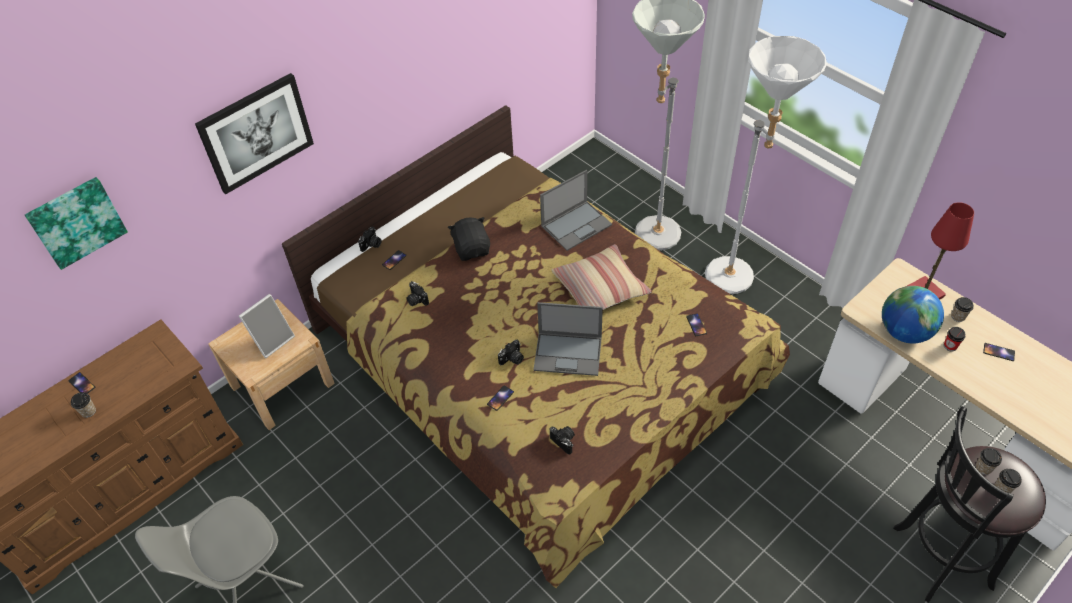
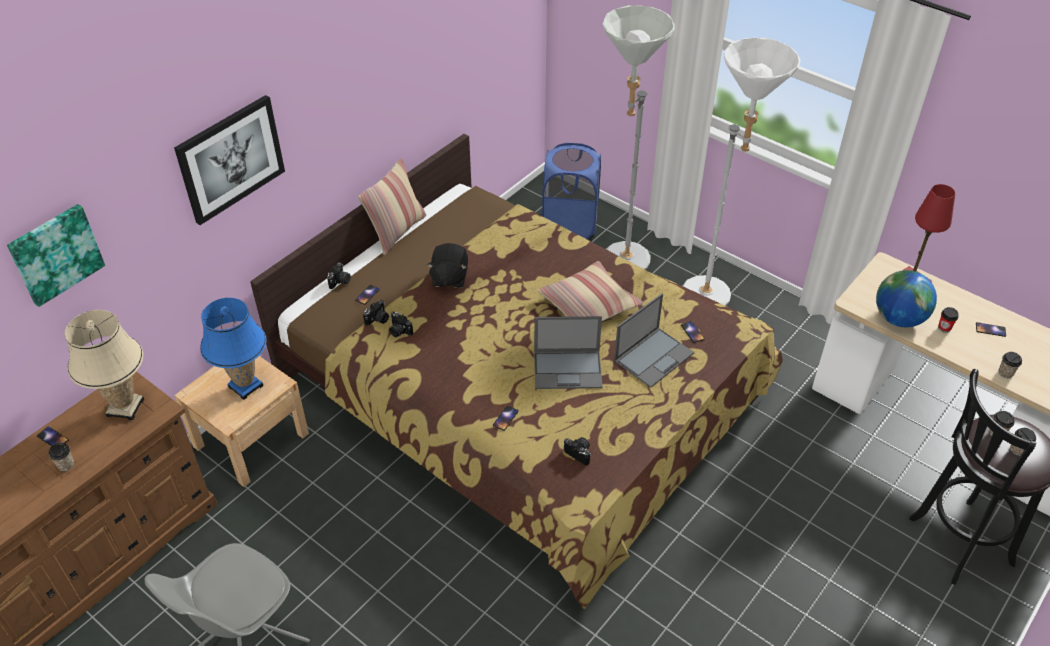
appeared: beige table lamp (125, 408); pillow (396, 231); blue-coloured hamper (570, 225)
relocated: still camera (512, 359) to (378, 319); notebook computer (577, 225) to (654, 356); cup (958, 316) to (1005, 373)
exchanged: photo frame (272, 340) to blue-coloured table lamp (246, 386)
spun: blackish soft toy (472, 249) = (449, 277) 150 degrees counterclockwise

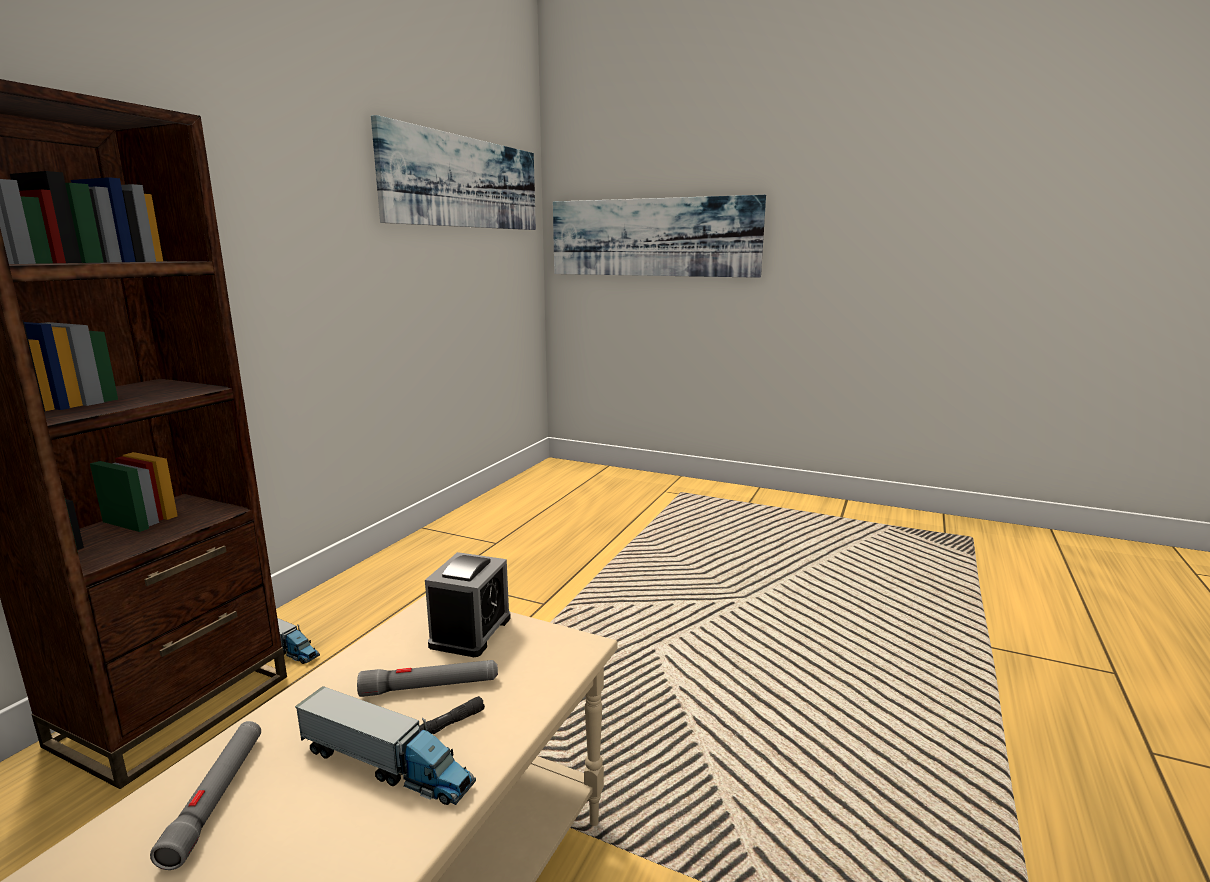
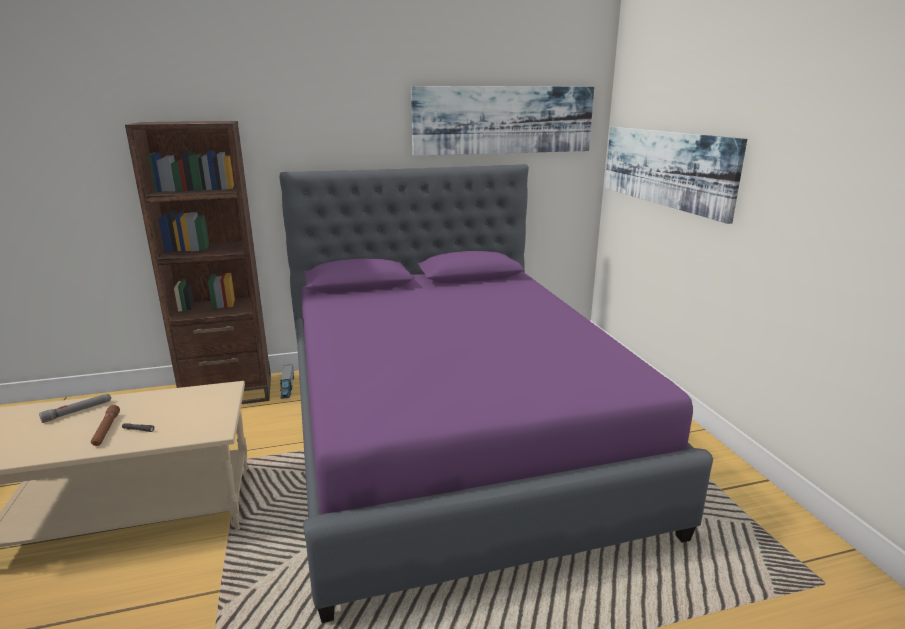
missing: gray torch (430, 686); table clock (470, 631)
appeared: purplish sleeping bed (453, 437)
exchanged: toy lorry (386, 766) to brownish torch (106, 430)

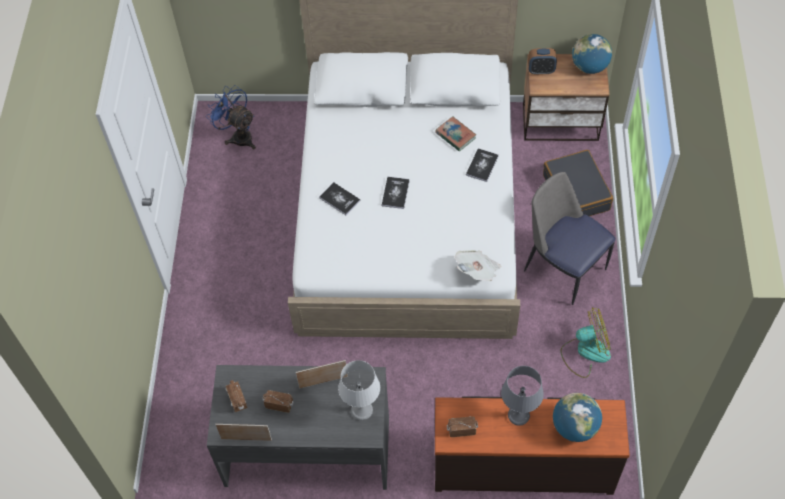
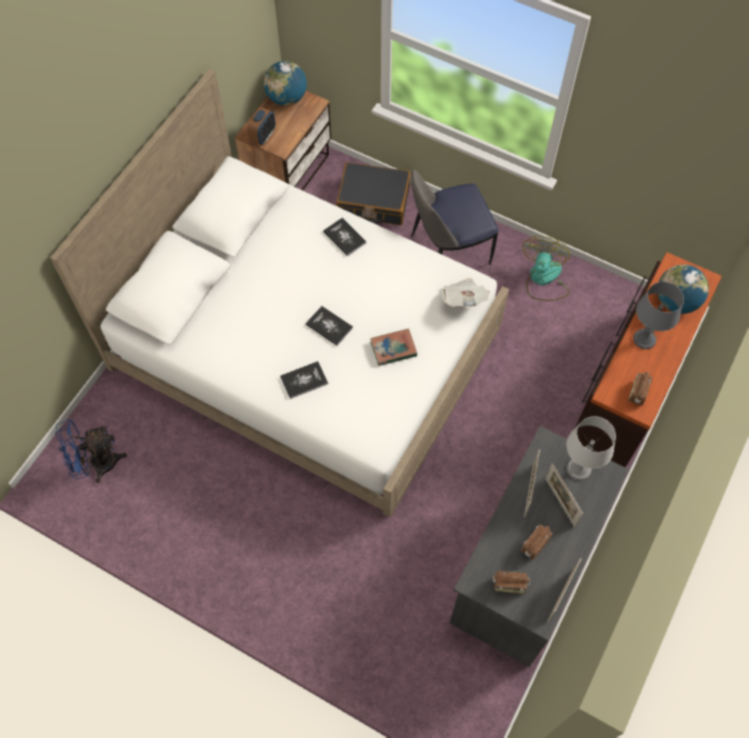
appeared: photo frame (560, 502)
relocated: bound book (455, 135) to (393, 349)

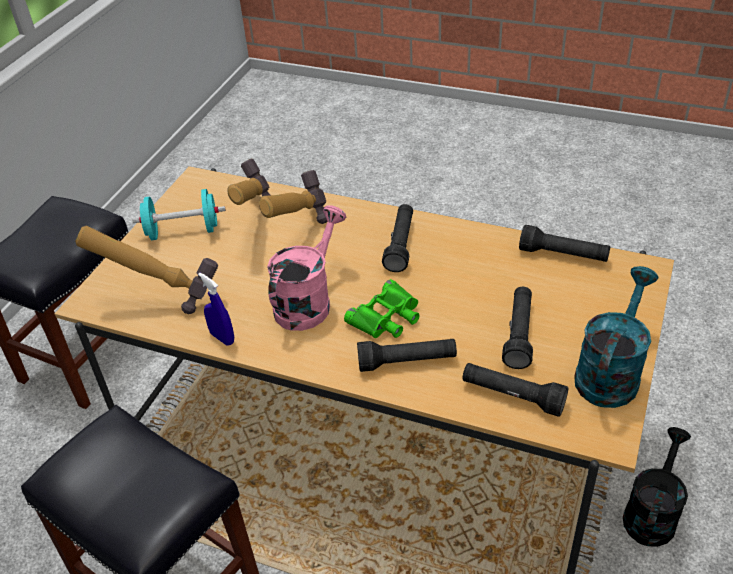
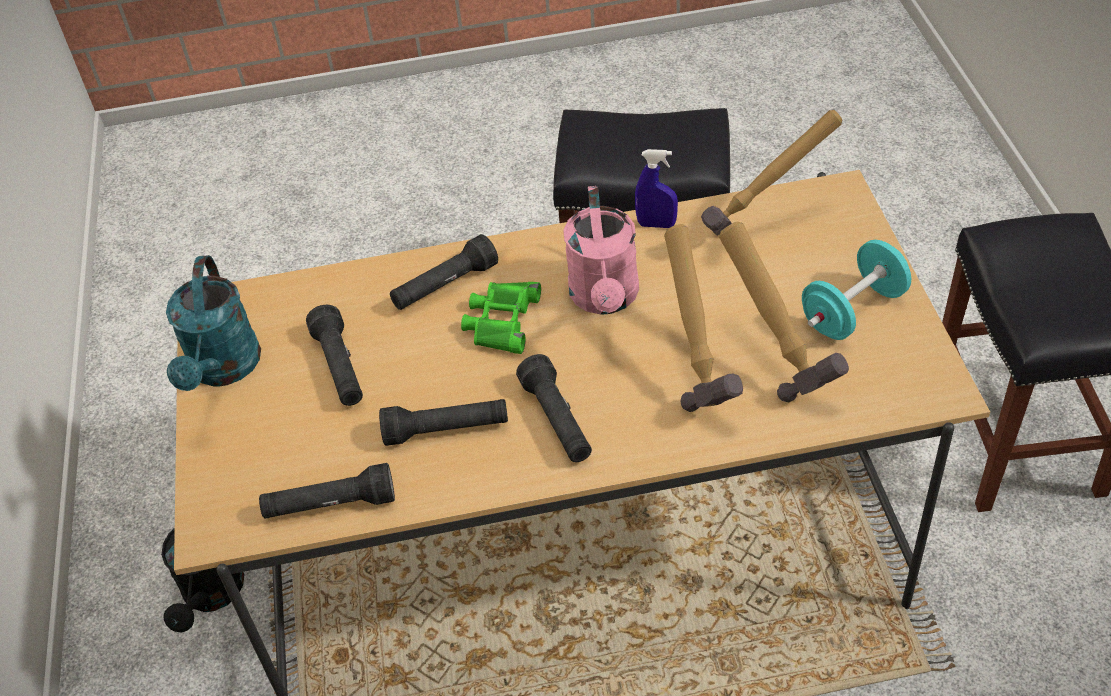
relocated: blackish torch (512, 396) to (447, 430)

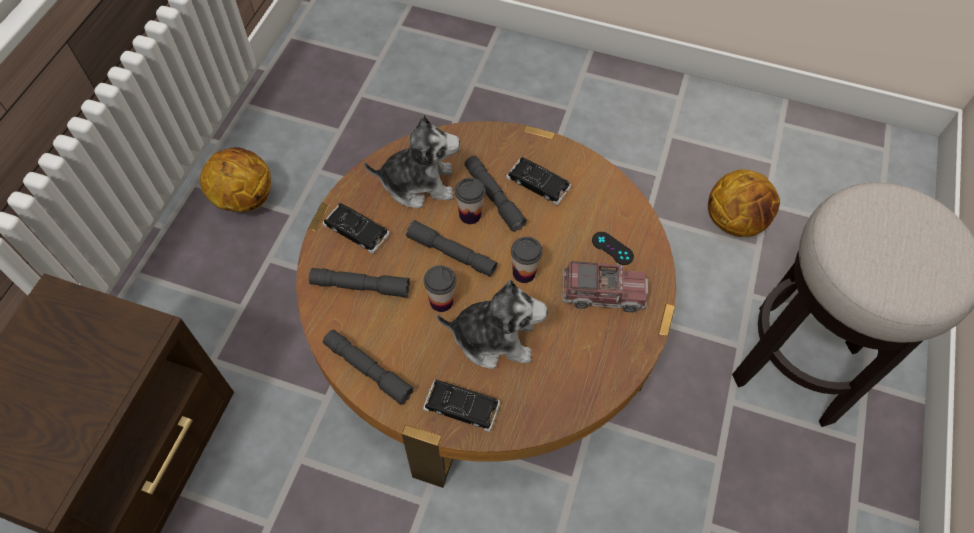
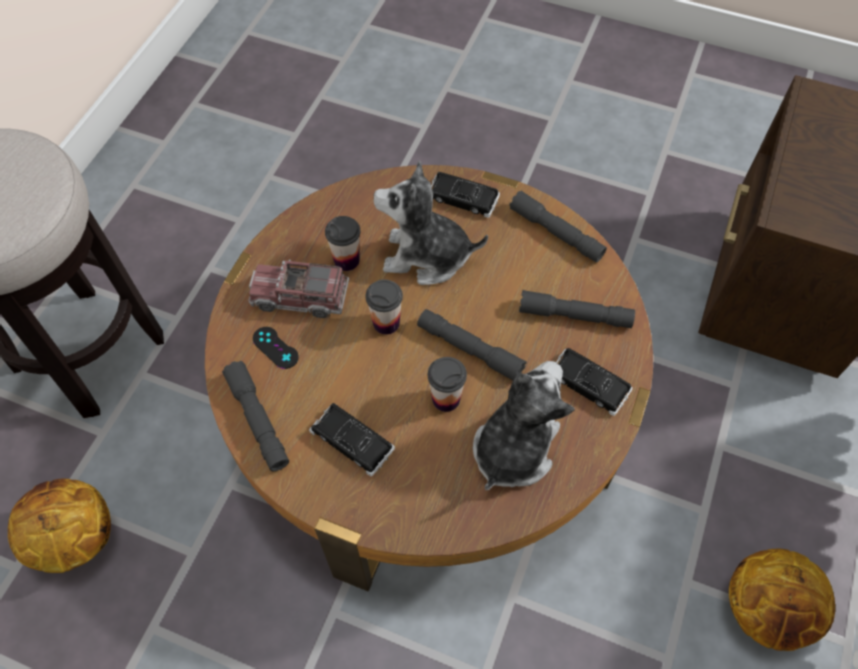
relocated: cup (441, 301) to (346, 260); gray torch (494, 197) to (258, 420)
spun: soft toy (418, 183) = (513, 448) 120 degrees clockwise

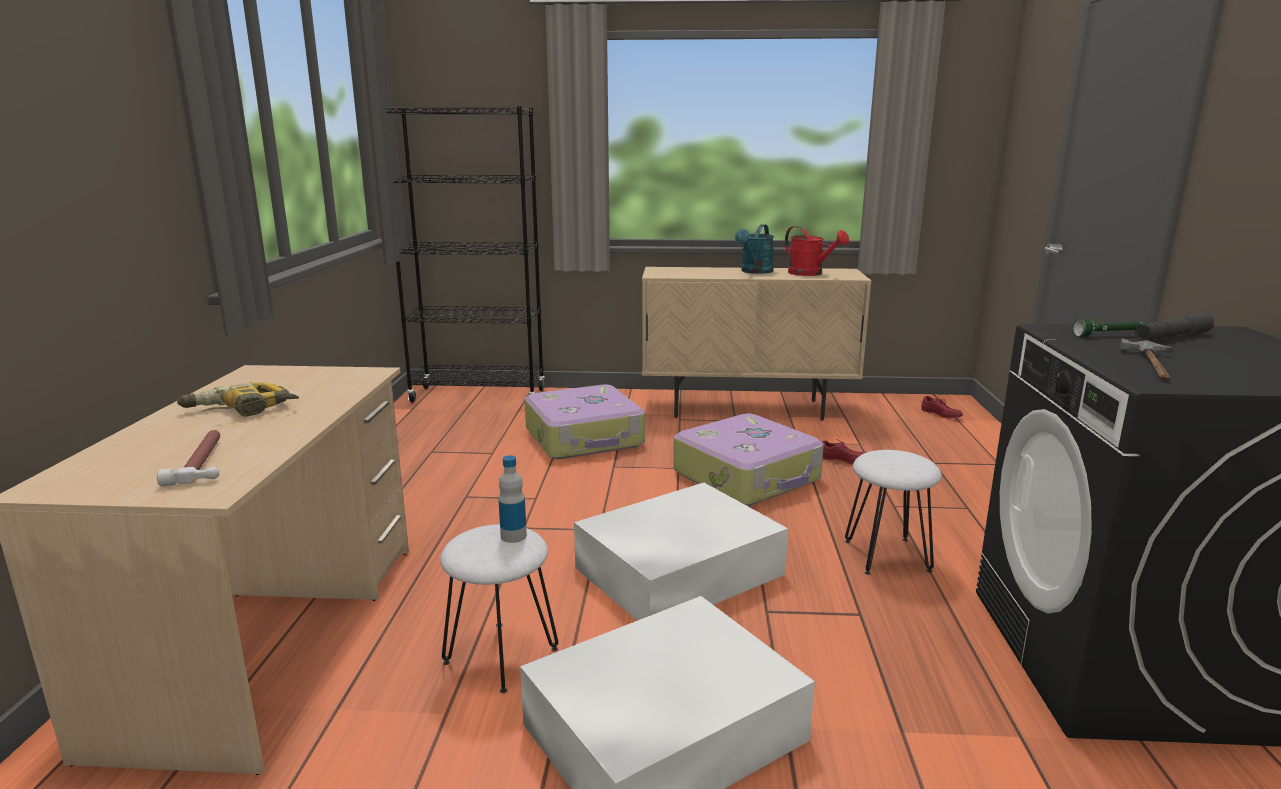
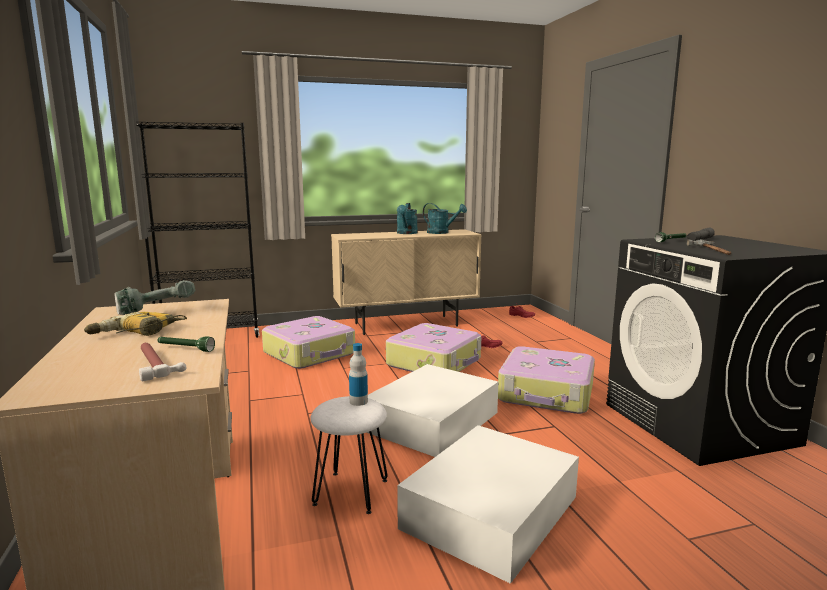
appeared: drill (157, 311); greenish torch (185, 349)
exchanged: white stool seat (888, 556) to travel case (547, 393)
colour: red sprinkling can (810, 274) to turquoise sprinkling can (442, 232)

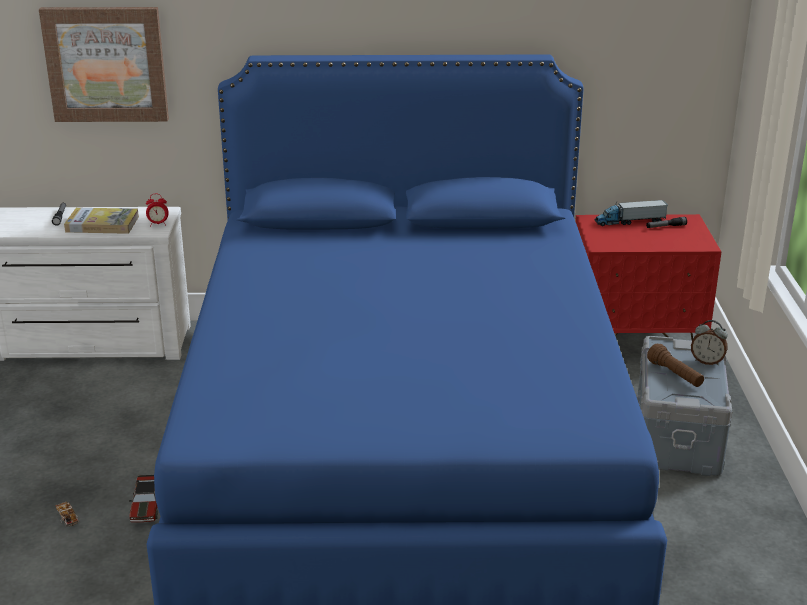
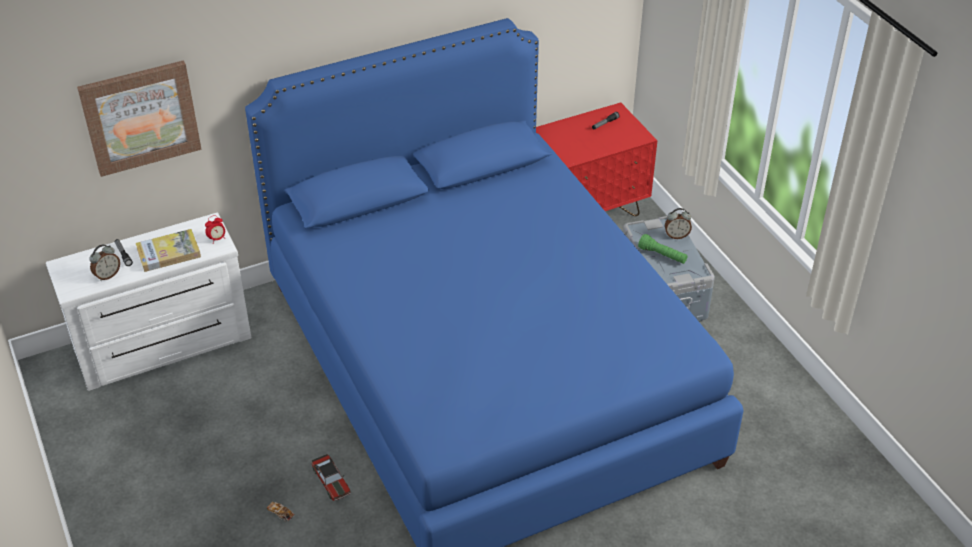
missing: toy lorry (630, 222)
appeared: table clock (107, 275)
colour: brownish torch (675, 375) to greenish torch (662, 255)

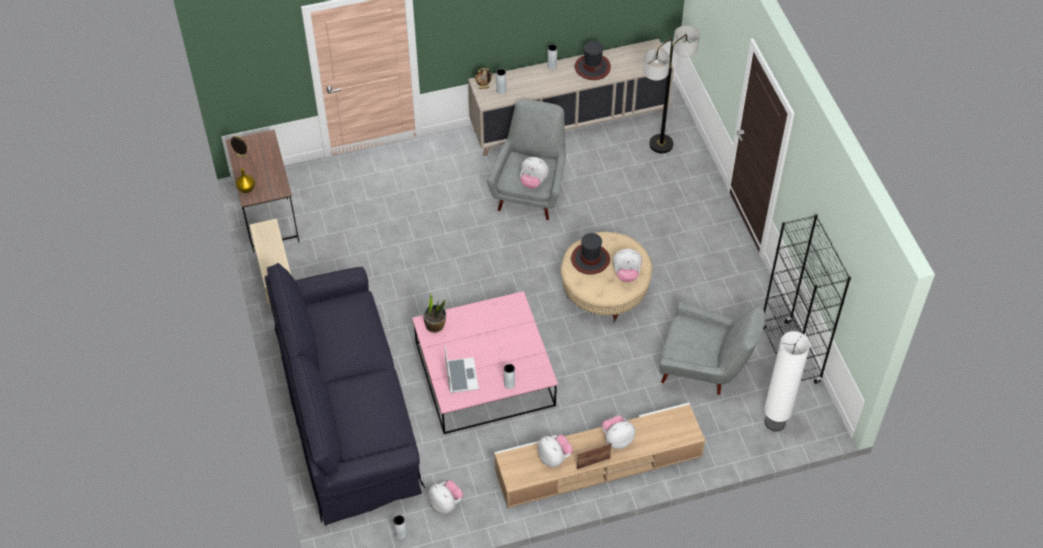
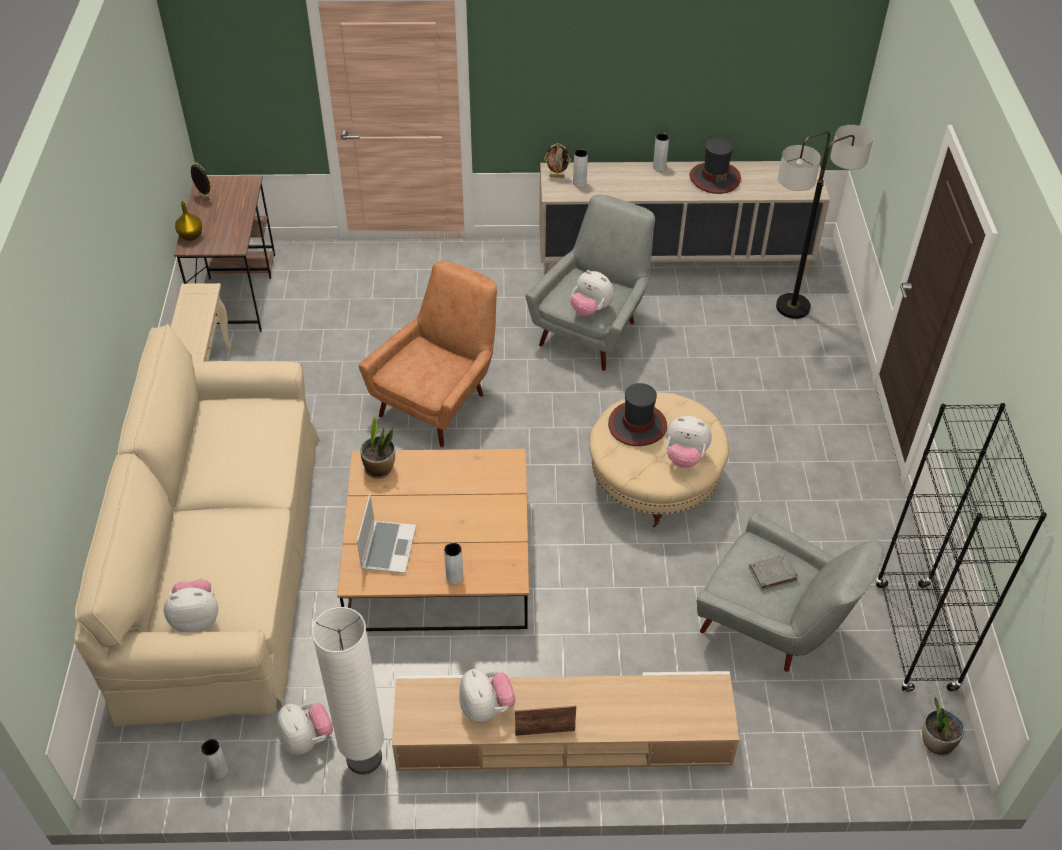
appeared: brownish easy chair (439, 399); gray bound book (772, 574); houseplant (936, 743)
relocated: soft toy (617, 439) to (196, 618); white standard lamp (775, 422) to (364, 758)
colour: blackish couch (347, 410) to beige couch (225, 563); pinkish coffee table (484, 373) to brownish coffee table (439, 557)

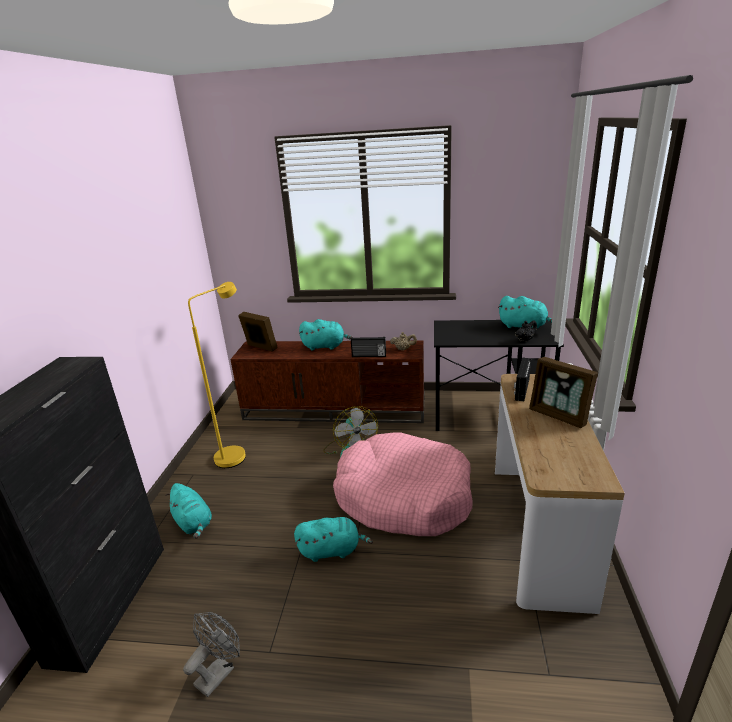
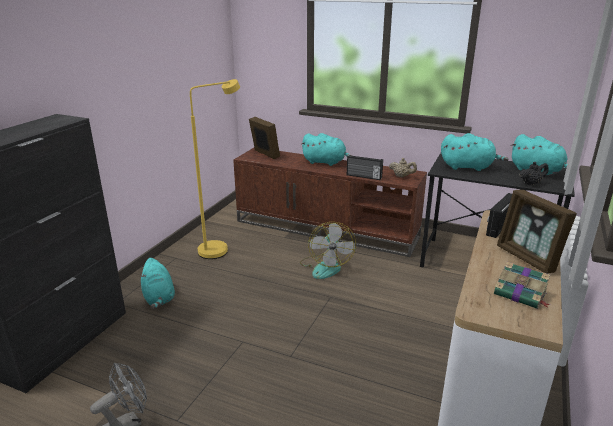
missing: pinkish dog bed (403, 497)
appeared: bound book (521, 294)
relocated: turquoise soft toy (332, 550) to (468, 167)

